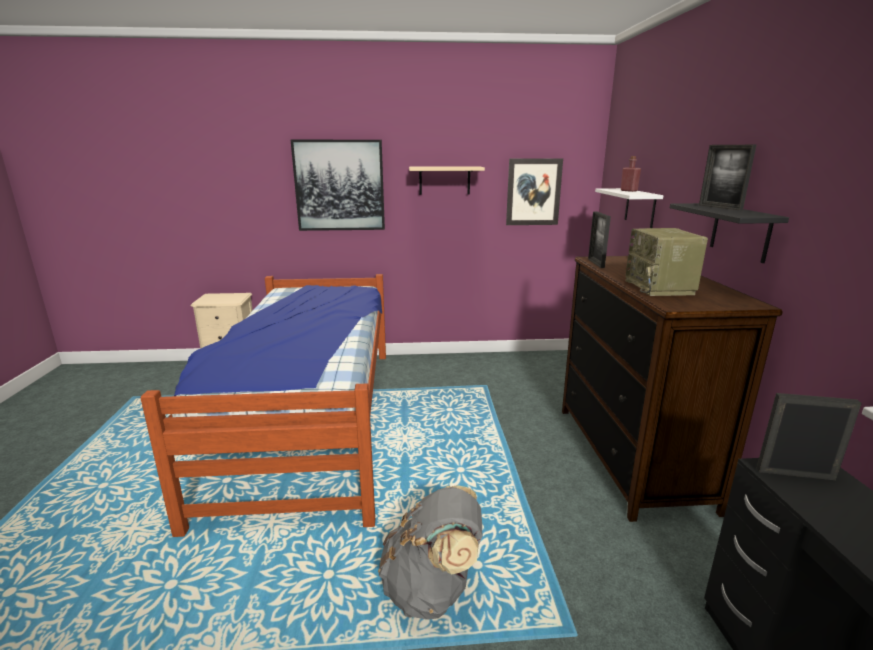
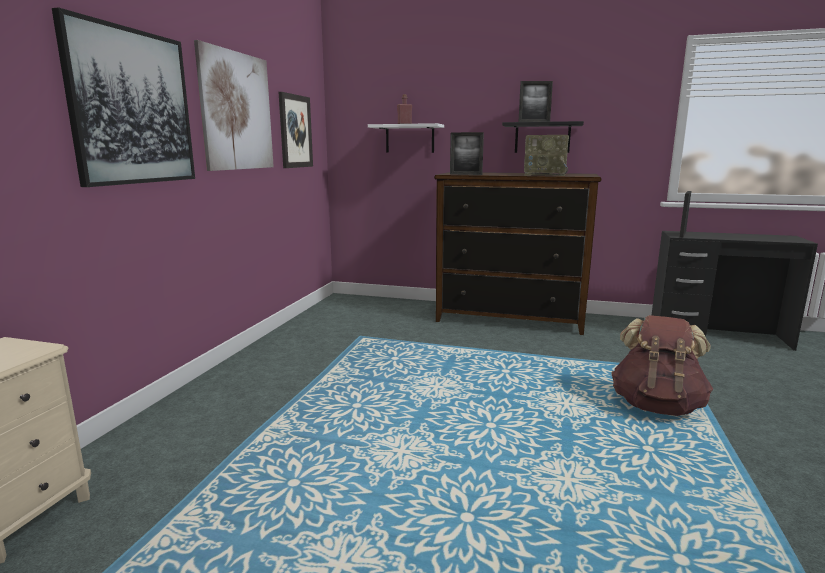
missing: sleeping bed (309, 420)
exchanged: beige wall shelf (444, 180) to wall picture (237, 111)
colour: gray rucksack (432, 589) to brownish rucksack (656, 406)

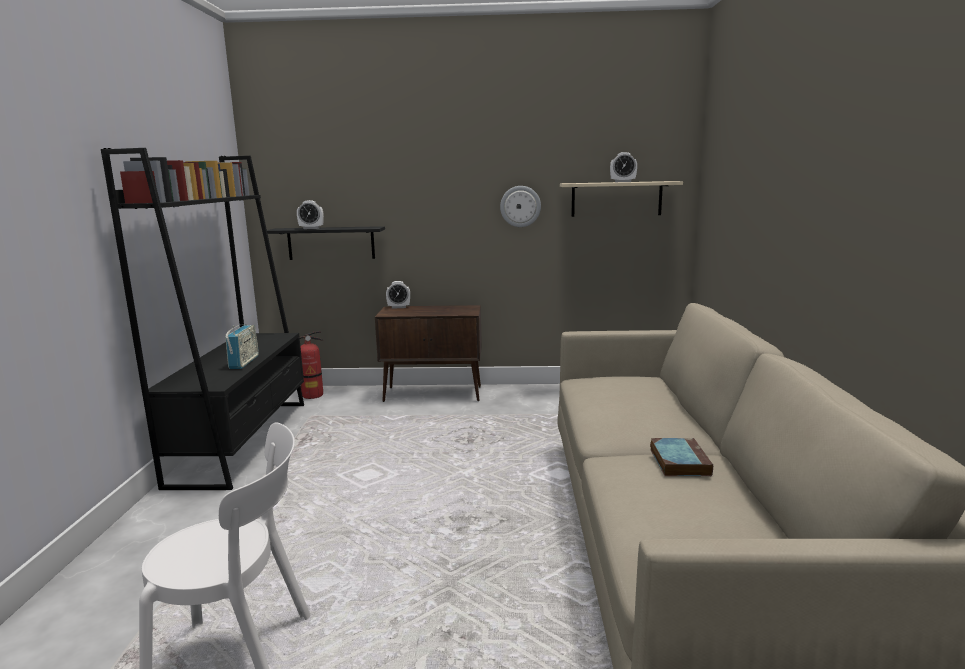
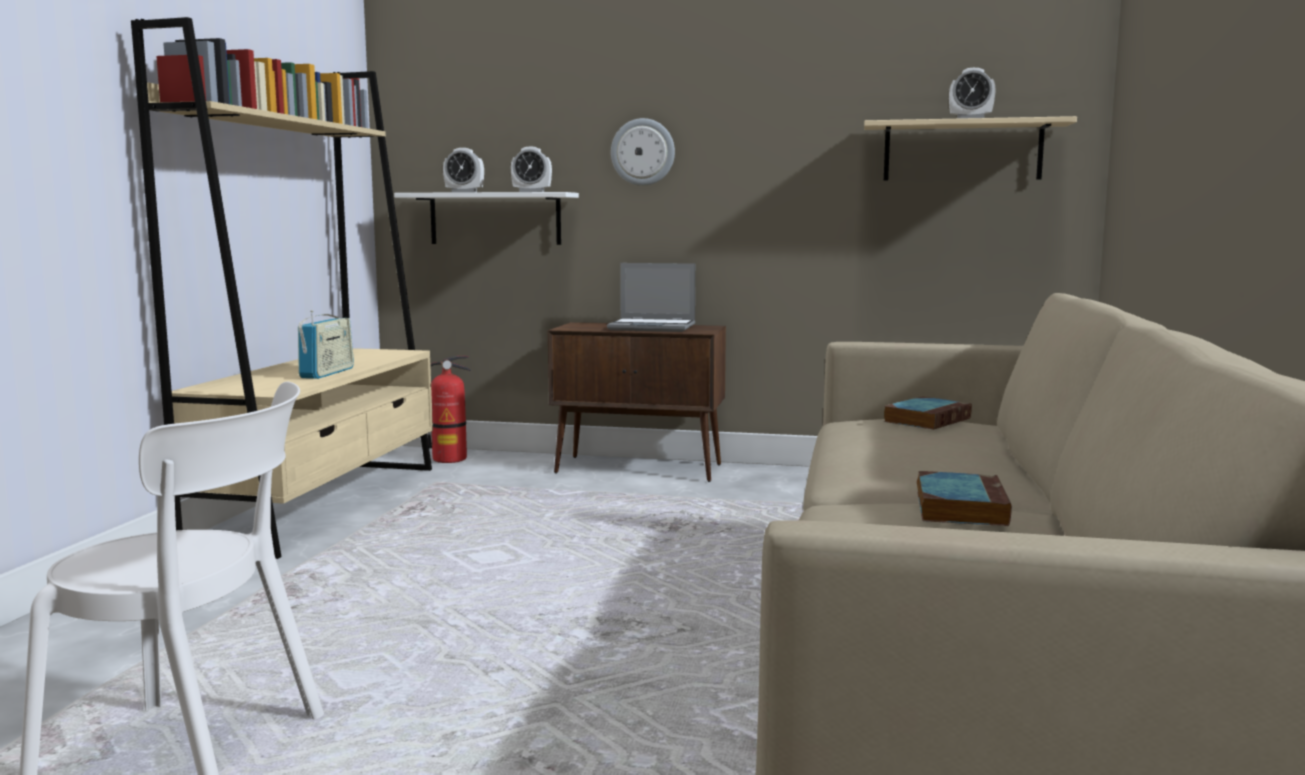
appeared: notebook computer (653, 327); bound book (927, 419)
relocated: table clock (399, 307) to (531, 192); clock on the wall (520, 206) to (643, 152)
colour: blackish bookcase (243, 440) to beige bookcase (322, 504); blackish wall shelf (331, 243) to white wall shelf (495, 218)

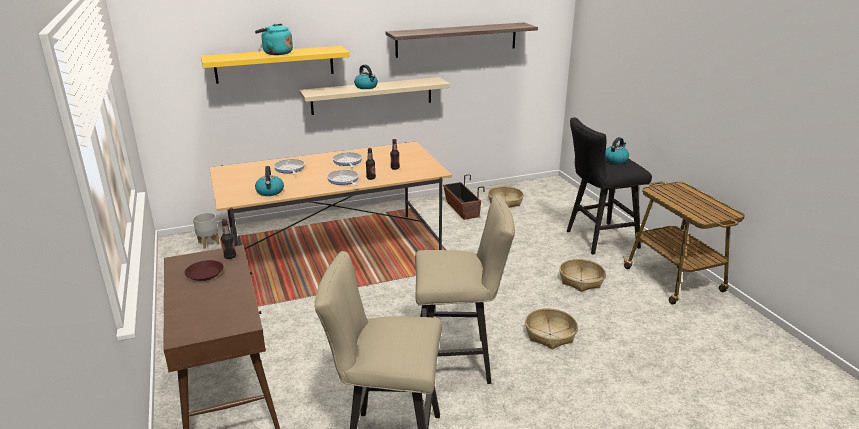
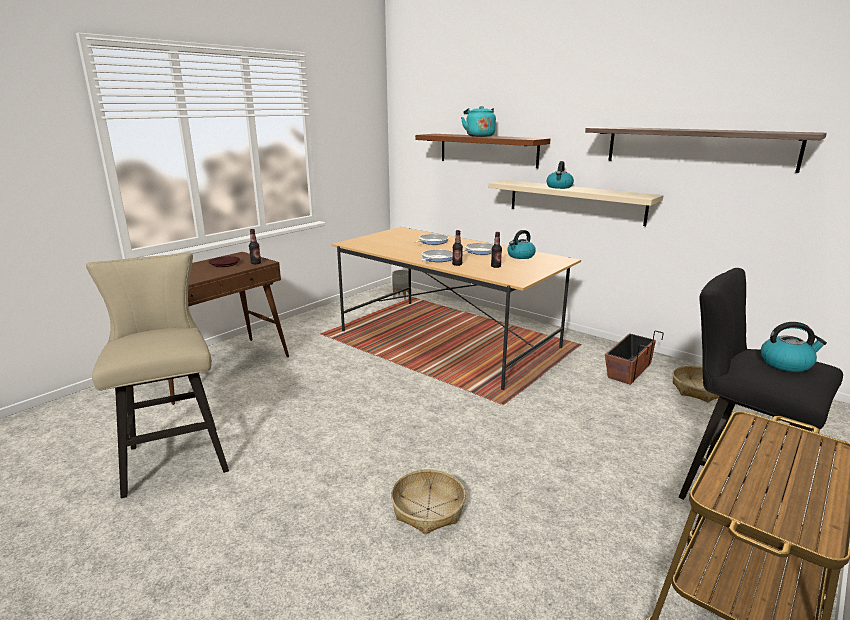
missing: beige stool seat (459, 361); storage basket (581, 280)
relocated: water kettle (270, 192) to (520, 256)
colour: yellowish wall shelf (275, 64) to brownish wall shelf (487, 150)

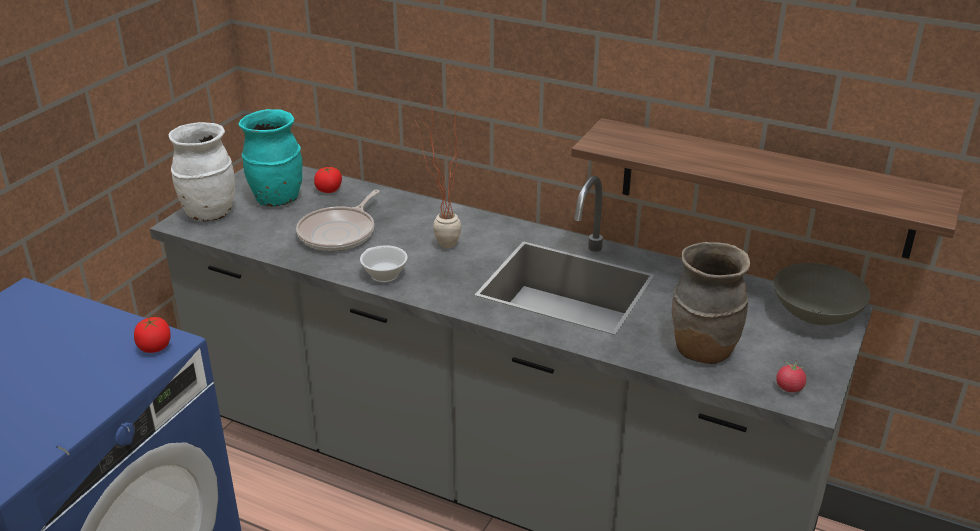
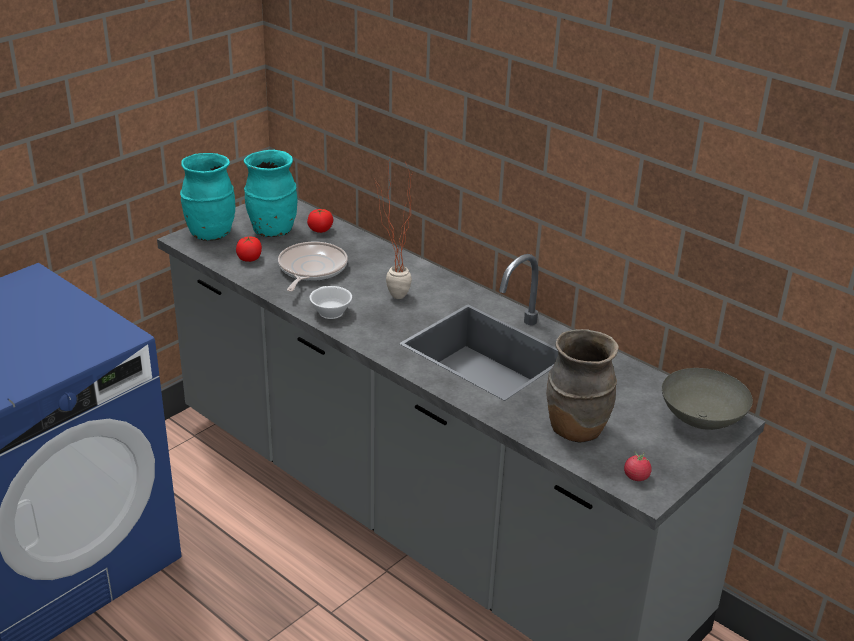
missing: wall shelf (764, 188)
relocated: tomato (155, 347) to (249, 258)
colour: white flower vase (209, 213) to turquoise flower vase (210, 234)
spun: pan (339, 233) = (311, 269) 150 degrees clockwise

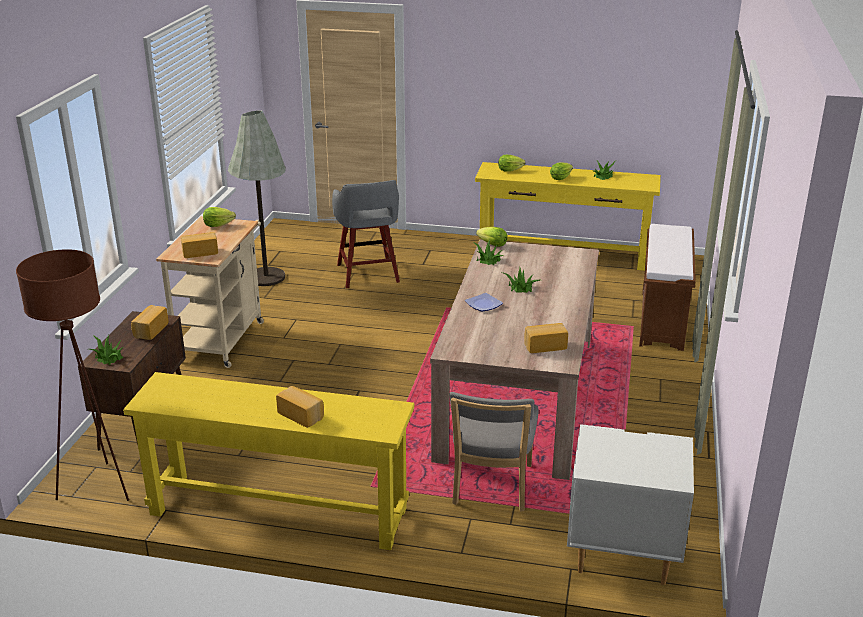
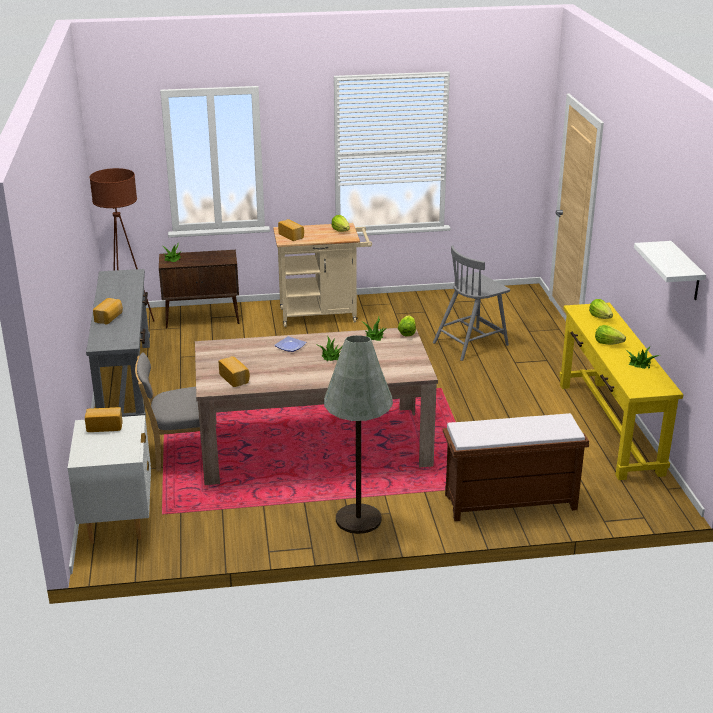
appeared: white wall shelf (685, 272)
relocated: bakery bread (150, 330) to (105, 426); gray standard lamp (266, 277) to (358, 519)
exchanged: gray stool seat (368, 274) to gray chair (471, 343)
colour: yellowish console table (278, 511) to gray console table (126, 384)

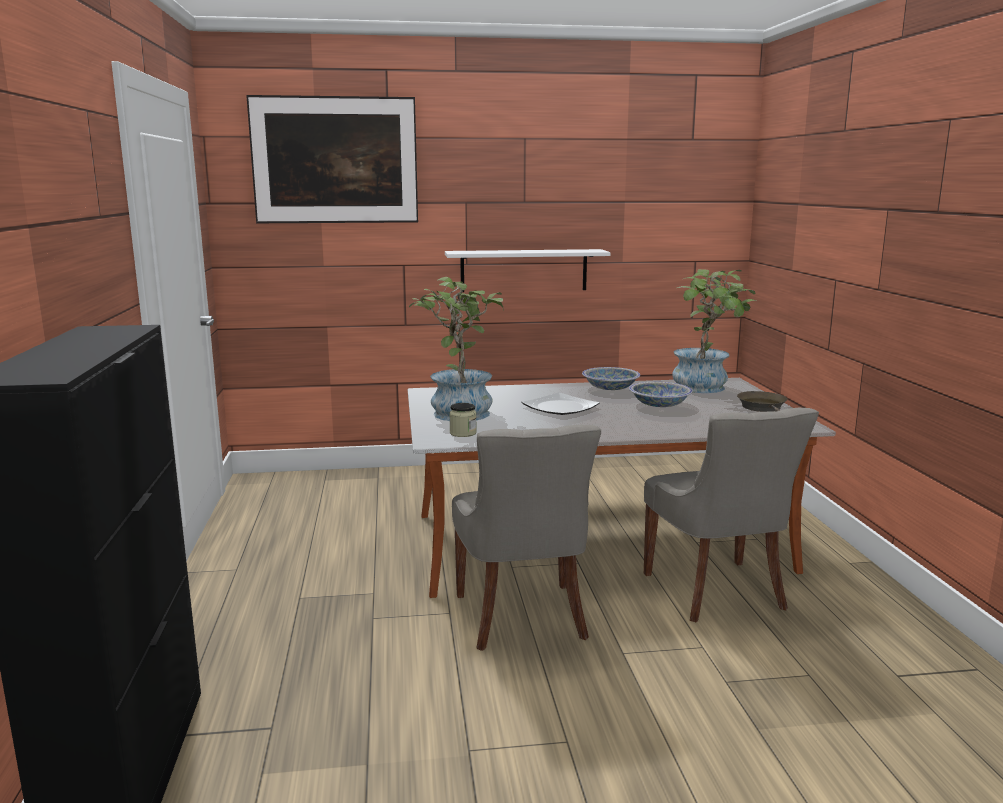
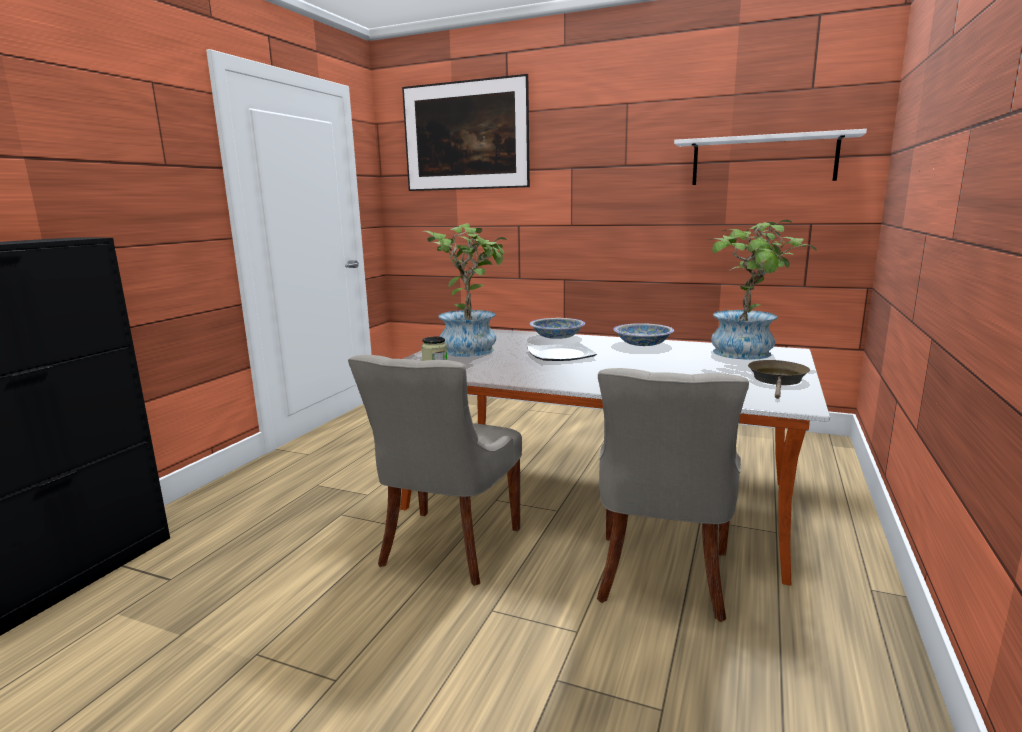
relocated: white wall shelf (524, 270) to (763, 160); bowl (659, 405) to (557, 337)

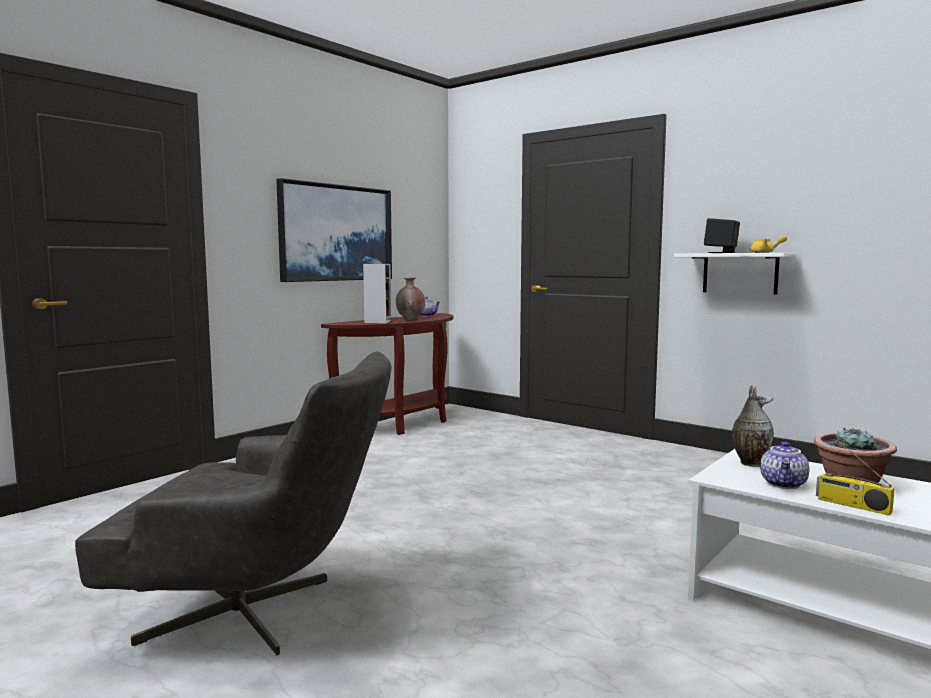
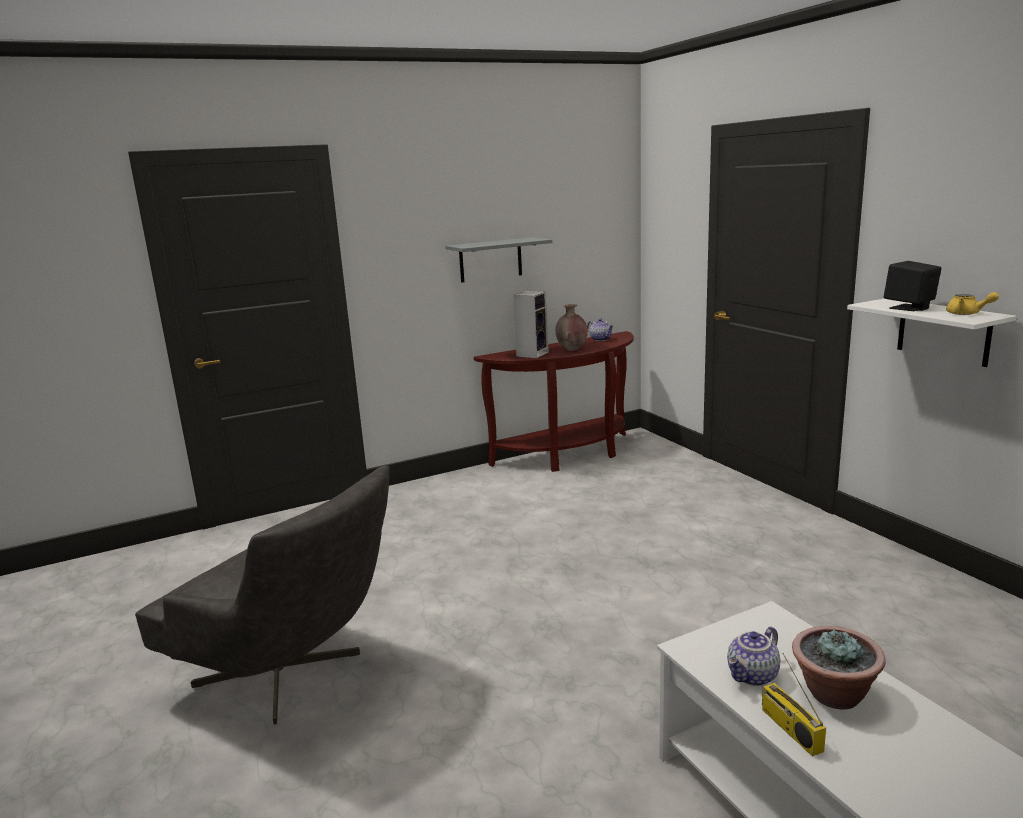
missing: flower vase (749, 463)
exchanged: wall picture (336, 233) to gray wall shelf (490, 260)

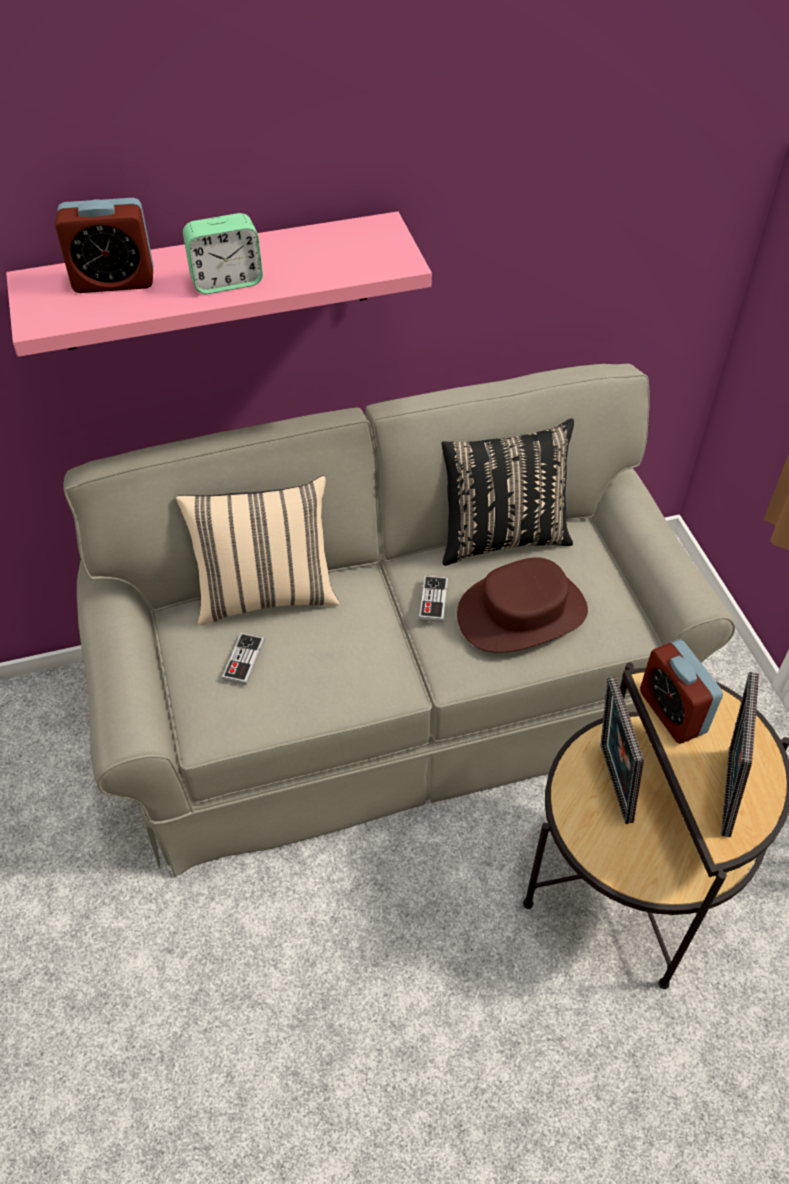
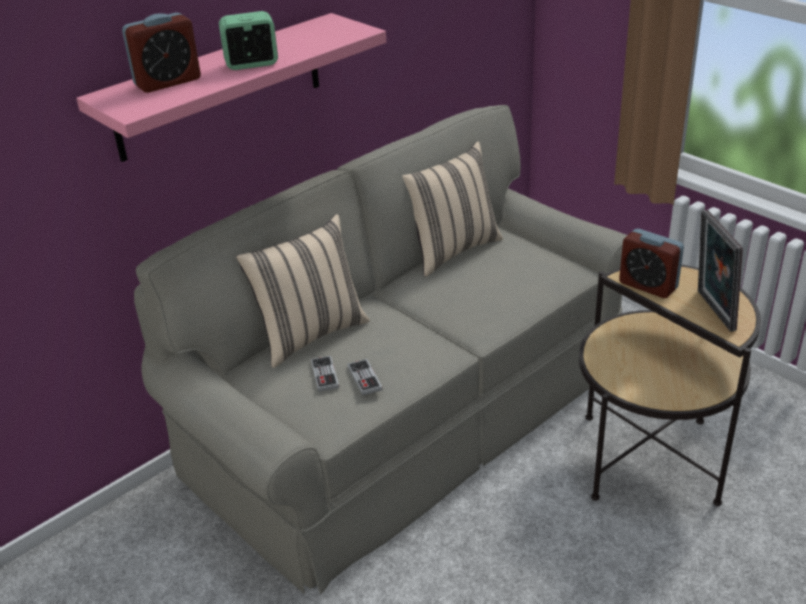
missing: brownish clothing hat (522, 613); photo frame (610, 783)
relocated: joypad (433, 600) to (364, 378)
colour: blackish pillow (501, 537) to beige pillow (451, 250)
spun: table clock (227, 281) = (252, 64) 150 degrees counterclockwise

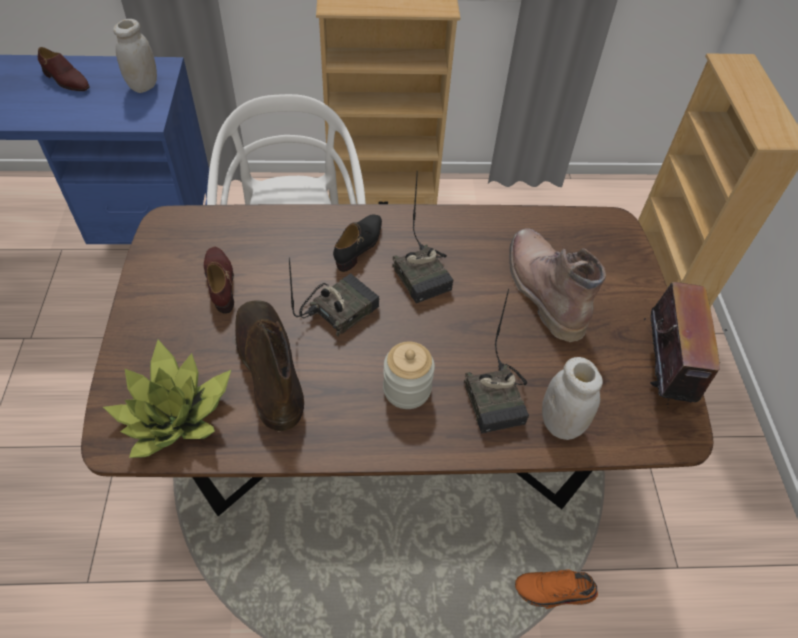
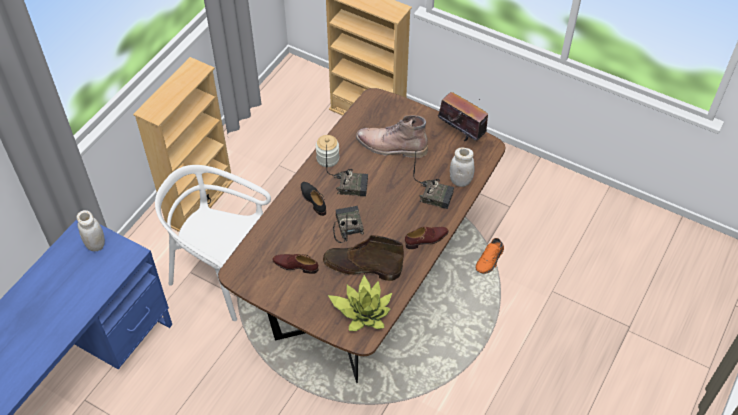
relocated: brownish shoe (66, 81) to (426, 240); jar (407, 389) to (328, 159)

